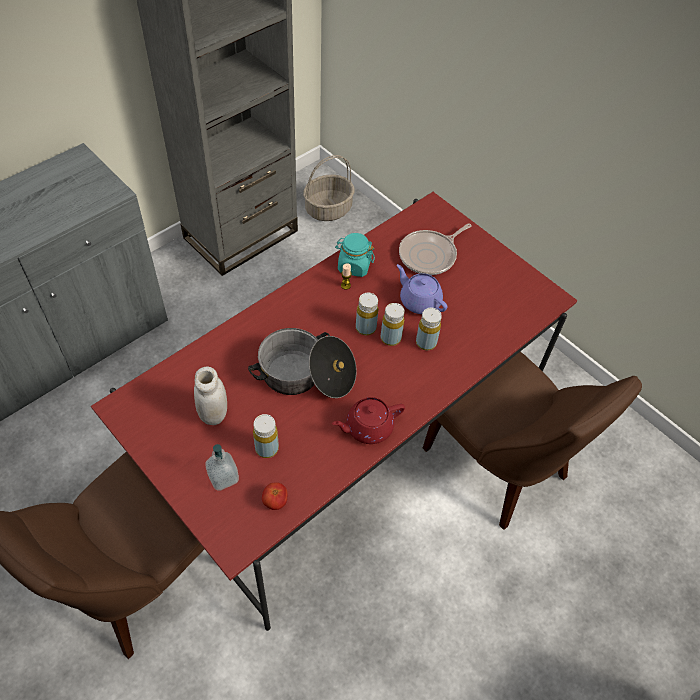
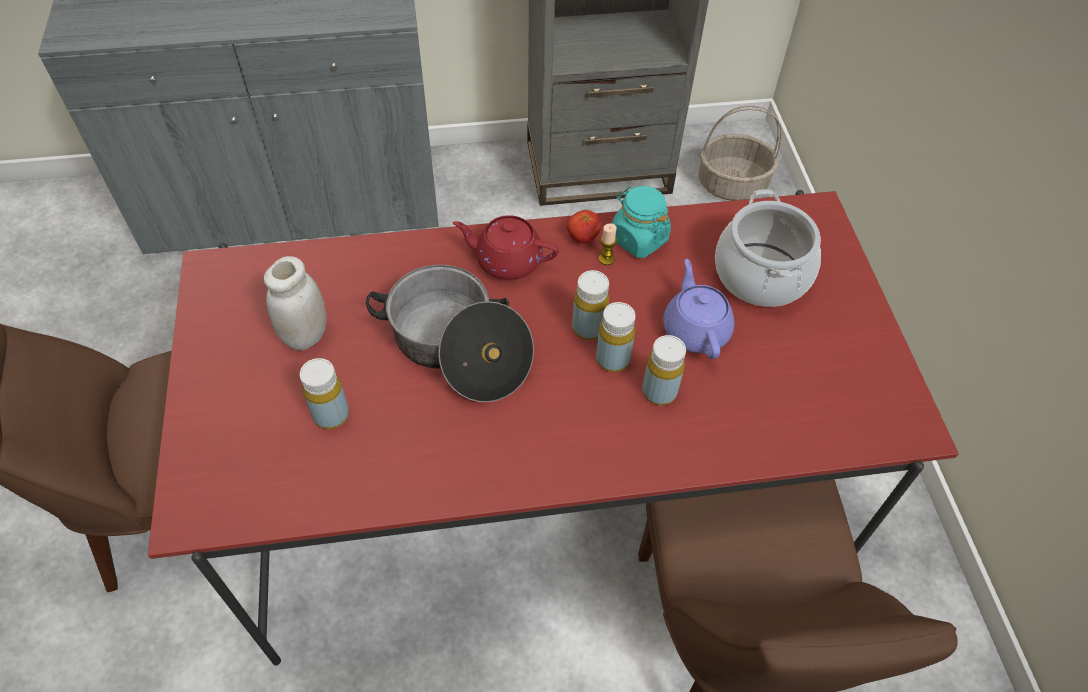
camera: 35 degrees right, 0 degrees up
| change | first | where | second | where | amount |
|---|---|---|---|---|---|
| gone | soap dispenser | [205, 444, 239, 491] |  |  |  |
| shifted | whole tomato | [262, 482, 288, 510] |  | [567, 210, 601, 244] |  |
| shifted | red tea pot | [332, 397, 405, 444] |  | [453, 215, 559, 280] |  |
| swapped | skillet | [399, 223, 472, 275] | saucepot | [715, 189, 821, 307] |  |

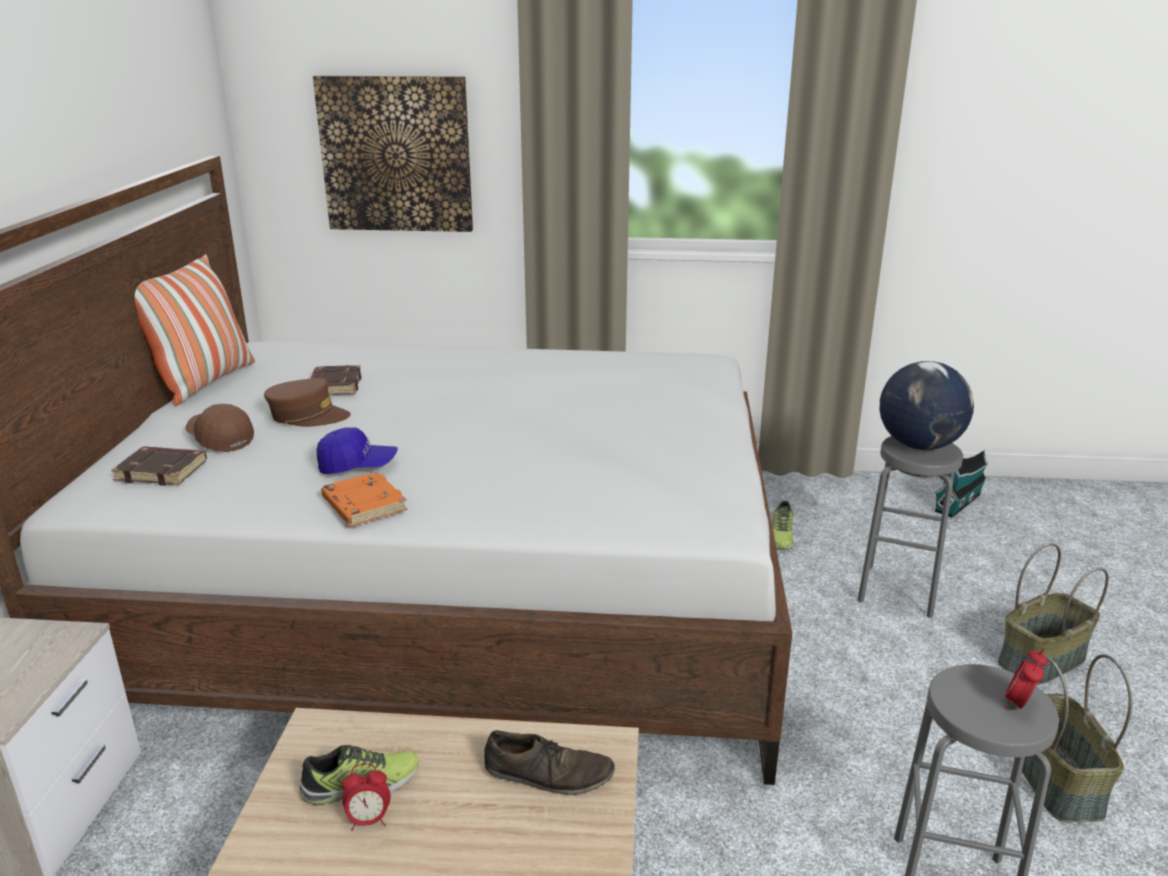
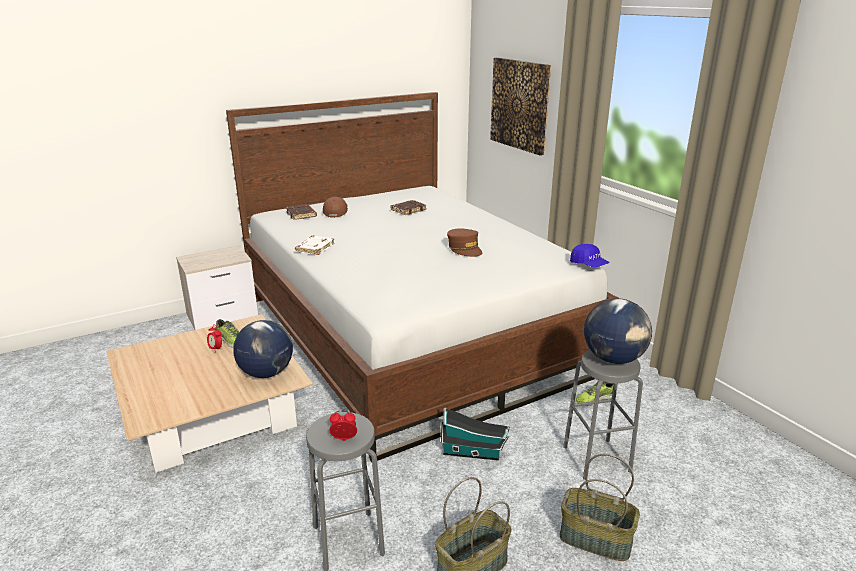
camera: 55 degrees right, 0 degrees up
| change | first | where | second | where | amount |
|---|---|---|---|---|---|
| gone | cushion | [135, 254, 255, 406] |  |  |  |
| shifted | brown-coloured peaked cap | [264, 378, 351, 427] |  | [447, 228, 482, 257] |  |
| shifted | blue peaked cap | [317, 427, 398, 474] |  | [570, 244, 610, 267] |  |
| shifted | model house | [934, 450, 988, 518] |  | [440, 408, 510, 461] |  |
| swapped | brown-coloured item of footwear | [484, 730, 615, 795] | desk globe | [233, 320, 293, 378] |  |
| repainted | orangey bound book | [321, 471, 407, 526] | white bound book | [294, 236, 335, 255] |  |

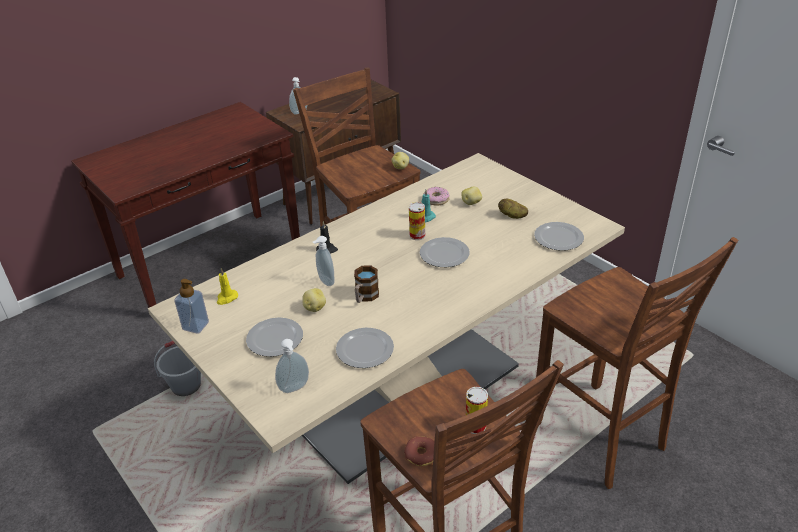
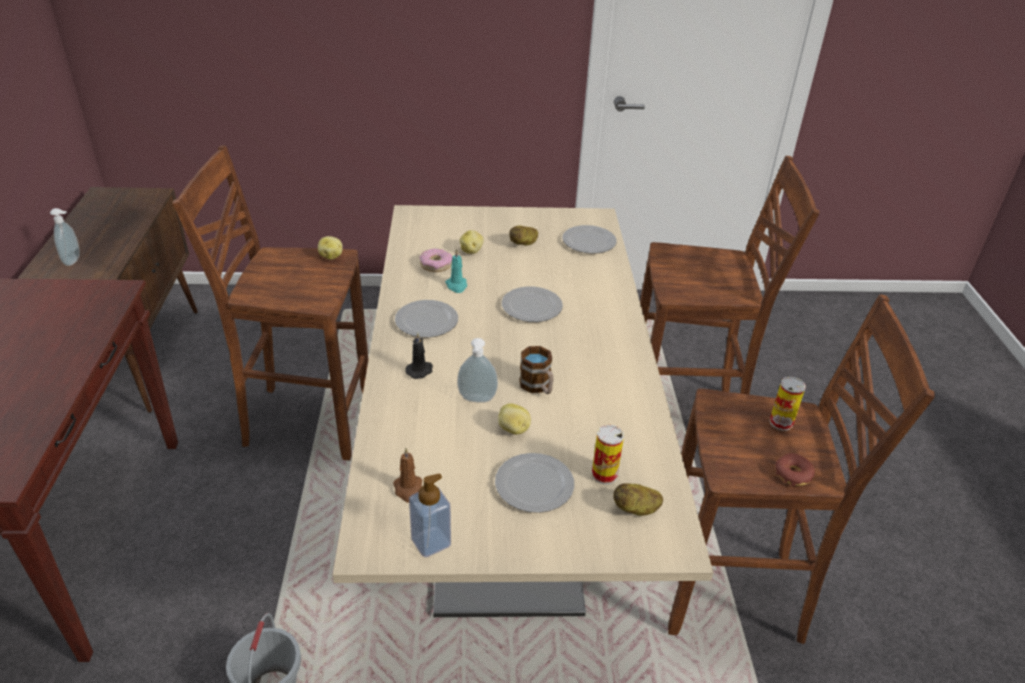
camera: 55 degrees left, 0 degrees up
| change | first | where | second | where | amount |
|---|---|---|---|---|---|
| shifted | plate | [336, 328, 394, 368] |  | [395, 300, 458, 338] |  |
| shifted | metal can | [409, 202, 425, 240] |  | [592, 425, 624, 484] |  |
| swapped | soap dispenser | [275, 339, 309, 393] | potato | [613, 483, 663, 516] |  |
| repainted | yellowish candle | [217, 268, 238, 305] | brown-coloured candle | [393, 448, 422, 503] |  |

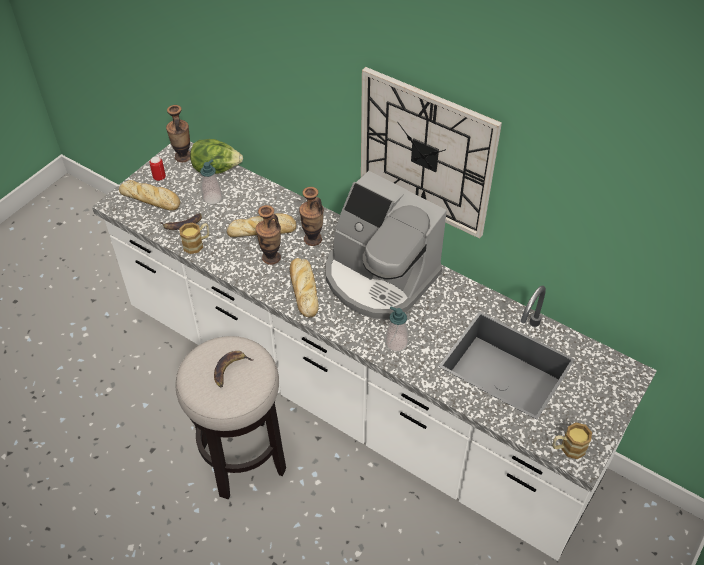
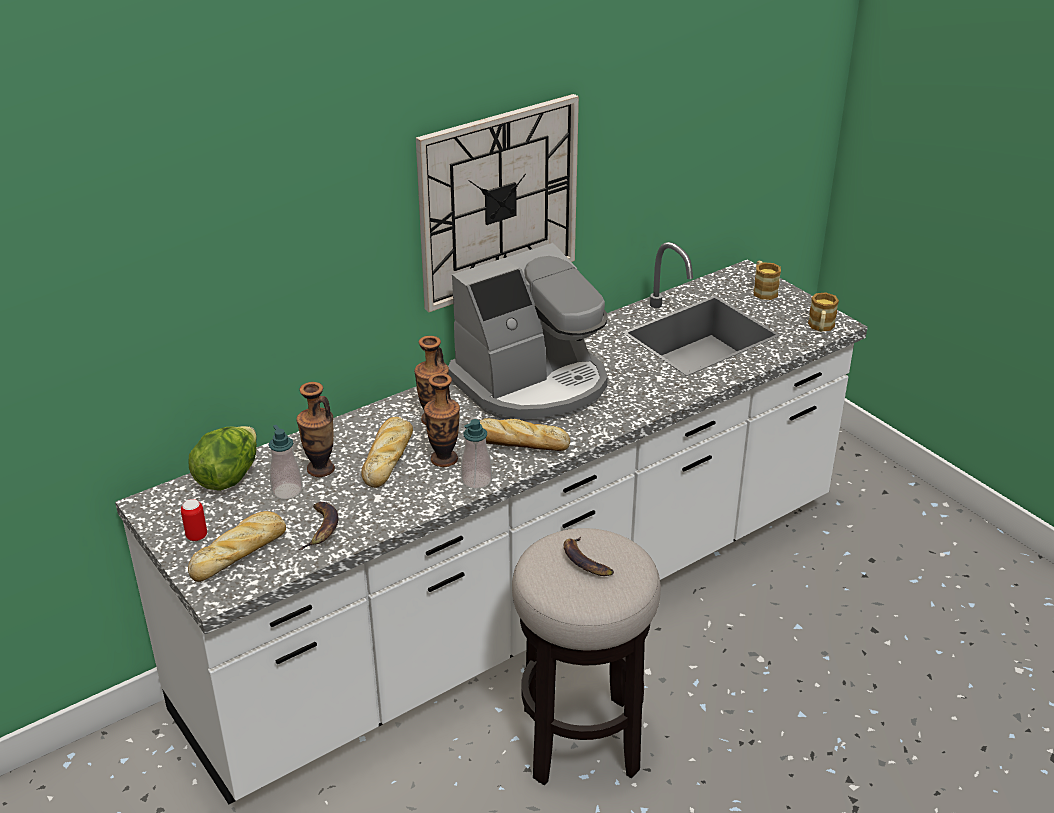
camera: 70 degrees left, 15 degrees down
| change | first | where | second | where | amount |
|---|---|---|---|---|---|
| shifted | vase | [166, 105, 190, 162] |  | [297, 382, 335, 477] |  |
| shifted | mug | [179, 222, 209, 254] |  | [754, 261, 781, 300] |  |
| shifted | soap dispenser | [385, 306, 408, 352] |  | [461, 419, 492, 489] |  |

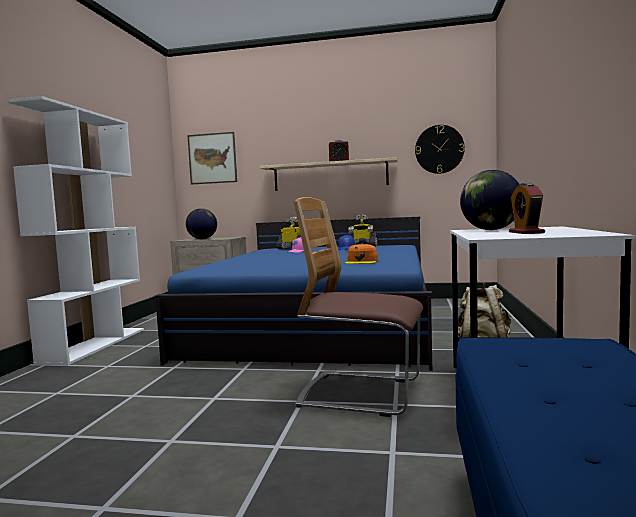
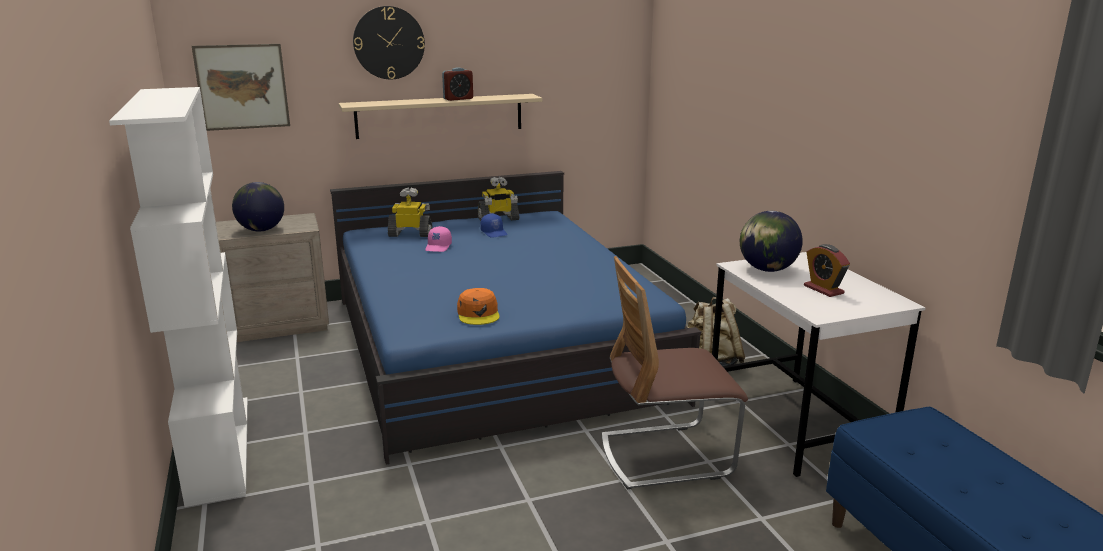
camera: 30 degrees left, 15 degrees up
| change | first | where | second | where | amount |
|---|---|---|---|---|---|
| shifted | orangey peaked cap | [345, 244, 378, 264] |  | [457, 288, 500, 325] |  |
| shifted | wall clock | [415, 125, 465, 174] |  | [353, 6, 425, 79] |  |

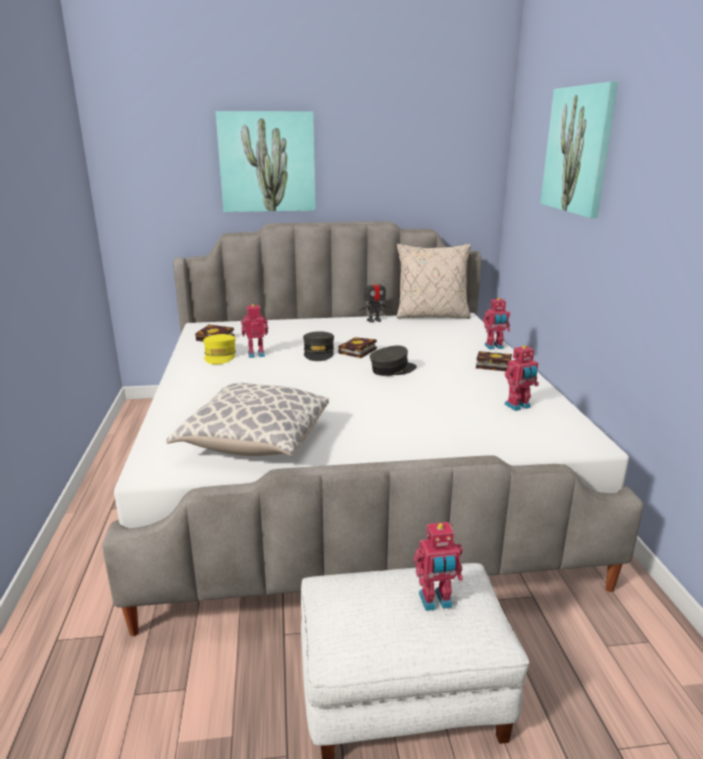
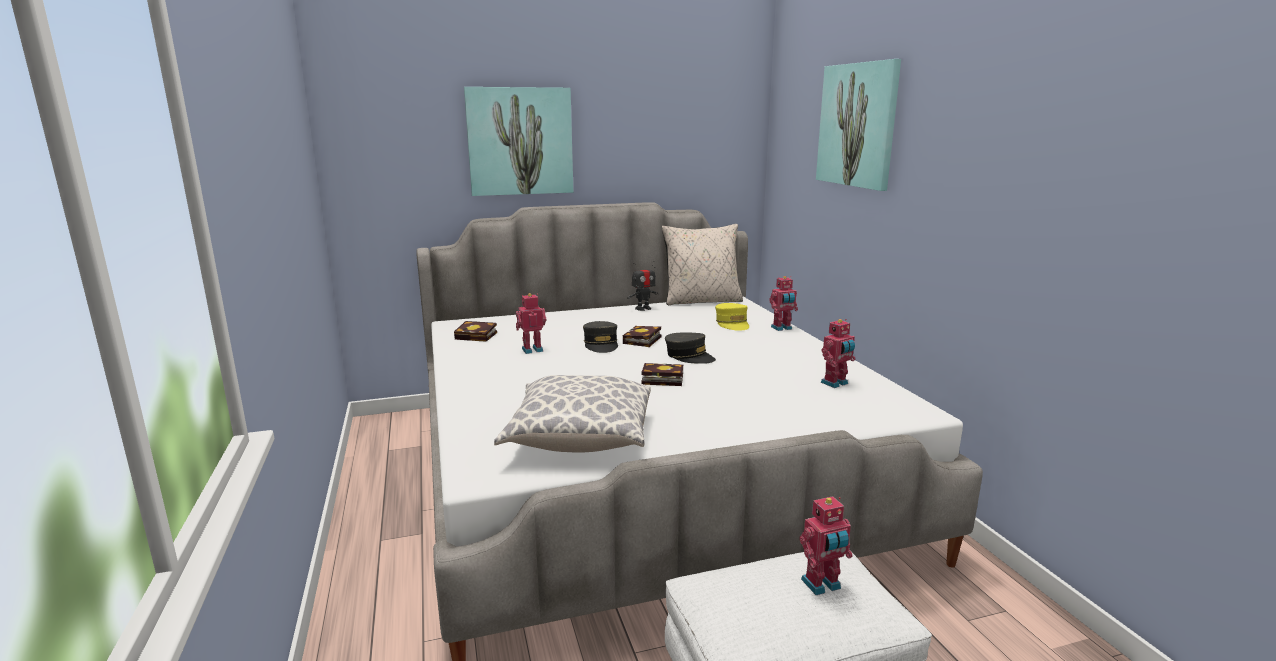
camera: 10 degrees left, 5 degrees down
| change | first | where | second | where | amount |
|---|---|---|---|---|---|
| shifted | yellowish peaked cap | [203, 334, 236, 365] |  | [715, 303, 749, 331] |  |
| shifted | bound book | [476, 351, 512, 371] |  | [641, 363, 683, 386] |  |
| rotated | greyish peaked cap | [370, 346, 417, 376] |  | [665, 332, 716, 364] | 75 degrees clockwise |

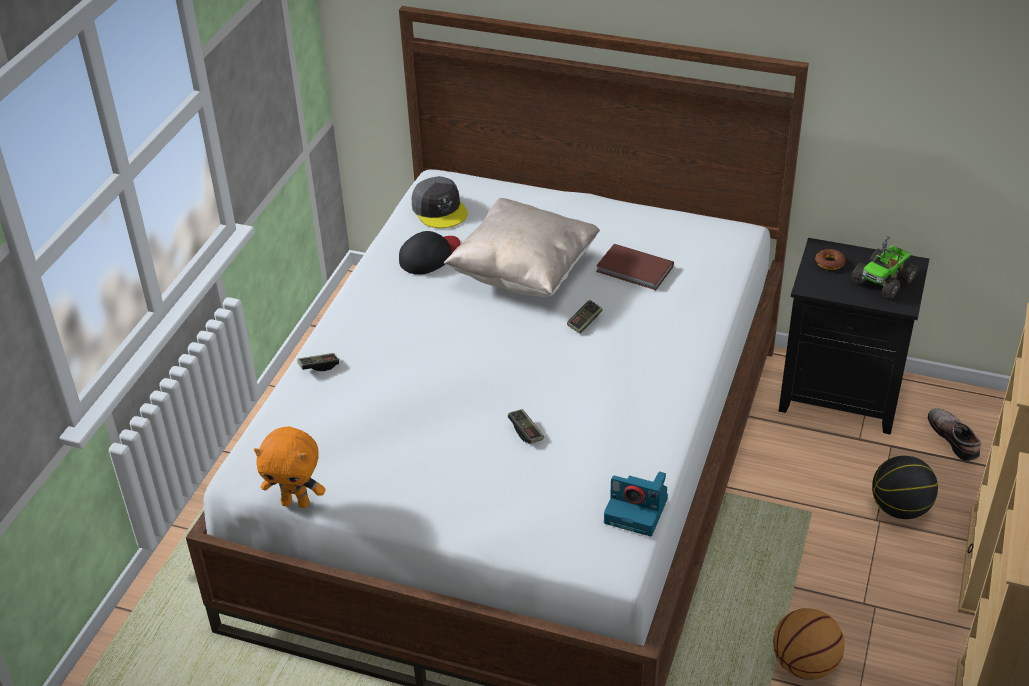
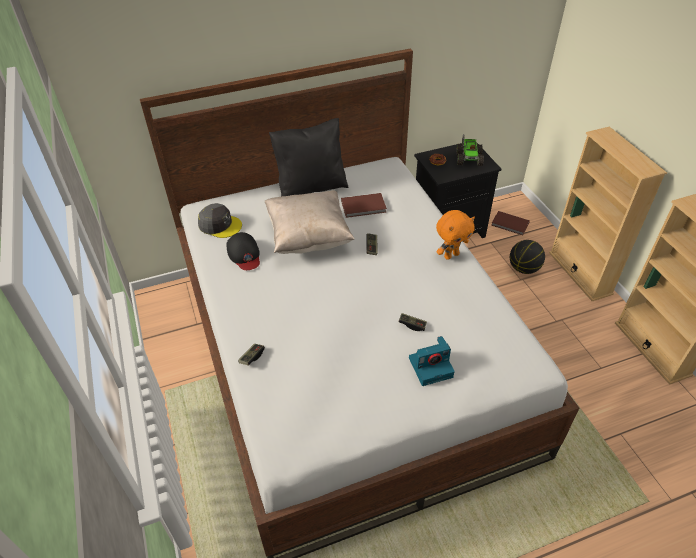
camera: 40 degrees left, 5 degrees up
| change | first | where | second | where | amount |
|---|---|---|---|---|---|
| gone | ball for basketball | [773, 608, 844, 679] |  |  |  |
| new |  |  | black cushion | [269, 118, 349, 196] |  |
| shifted | orangey cuddly toy | [254, 427, 325, 508] |  | [436, 210, 475, 260] |  |
| shifted | photo camera | [604, 472, 668, 536] |  | [409, 336, 455, 386] |  |
| swapped | item of footwear | [928, 408, 981, 461] | brown-coloured bound book | [491, 211, 530, 235] |  |
| rotated | black peaked cap | [399, 231, 460, 275] |  | [227, 232, 260, 270] | 150 degrees clockwise |

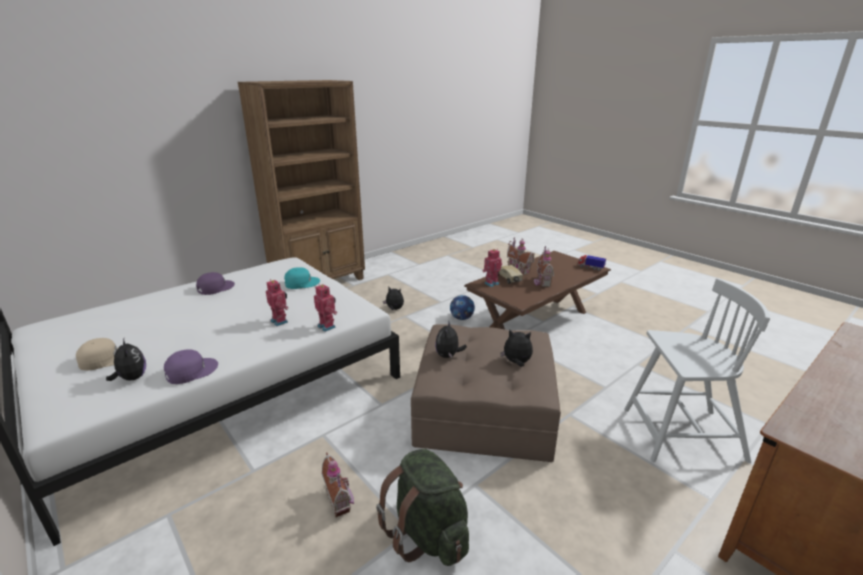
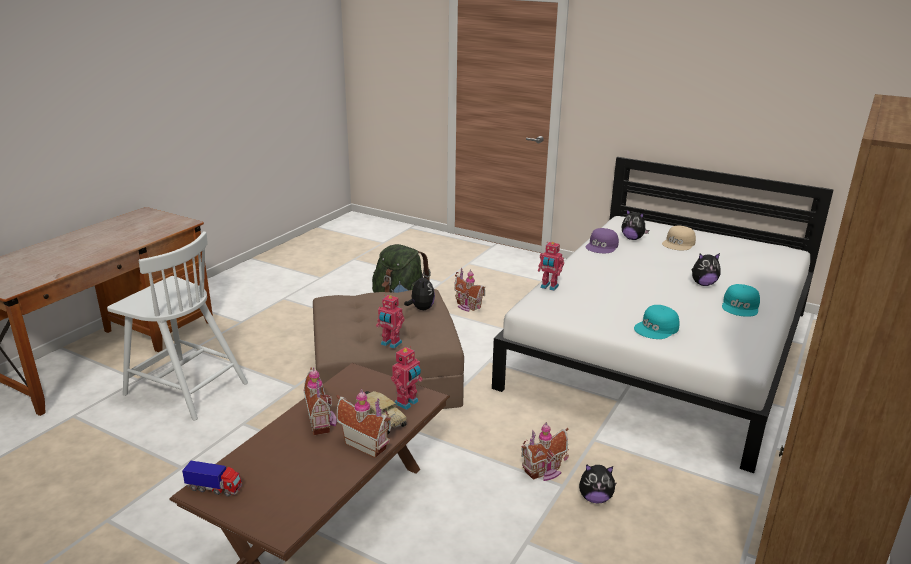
camera: 160 degrees right, 0 degrees up
| change | first | where | second | where | amount |
|---|---|---|---|---|---|
| gone | ball for football | [450, 295, 475, 320] |  |  |  |
| new |  |  | model house | [521, 422, 569, 481] |  |
| shifted | toy robot | [266, 279, 289, 327] |  | [376, 295, 405, 349] |  |
| shifted | cuddly toy | [500, 329, 533, 367] |  | [692, 253, 721, 286] |  |
| repainted | purple peaked cap | [196, 272, 235, 295] | turquoise peaked cap | [722, 284, 760, 317] |  |
| rotated | white chair | [624, 278, 770, 463] |  | [107, 232, 248, 421] | 135 degrees counterclockwise |

